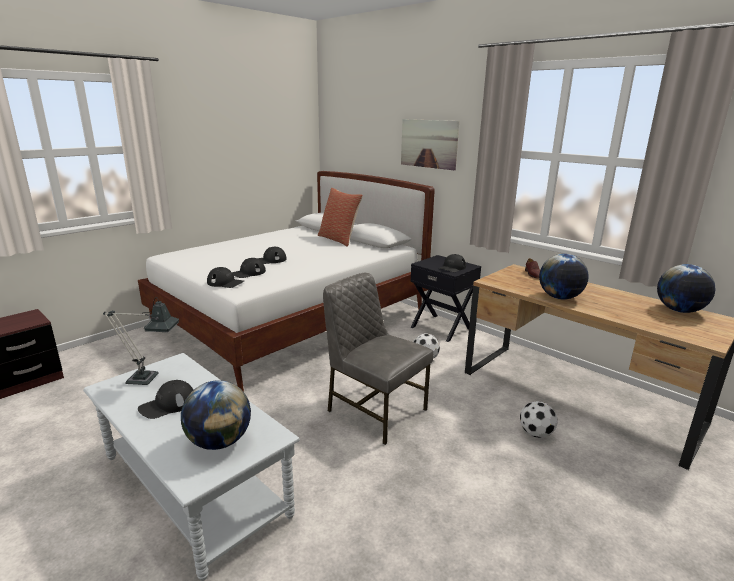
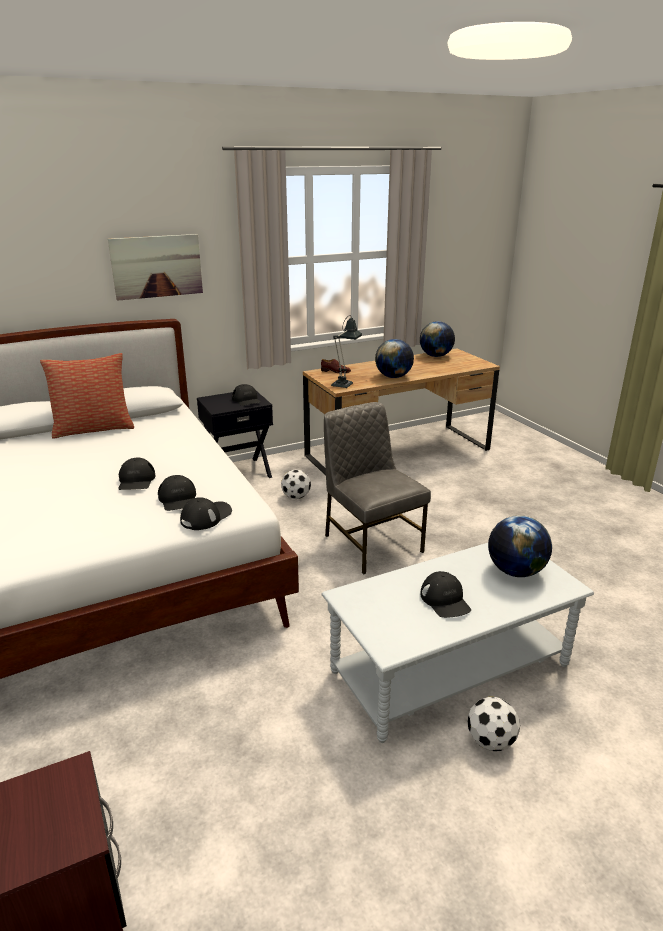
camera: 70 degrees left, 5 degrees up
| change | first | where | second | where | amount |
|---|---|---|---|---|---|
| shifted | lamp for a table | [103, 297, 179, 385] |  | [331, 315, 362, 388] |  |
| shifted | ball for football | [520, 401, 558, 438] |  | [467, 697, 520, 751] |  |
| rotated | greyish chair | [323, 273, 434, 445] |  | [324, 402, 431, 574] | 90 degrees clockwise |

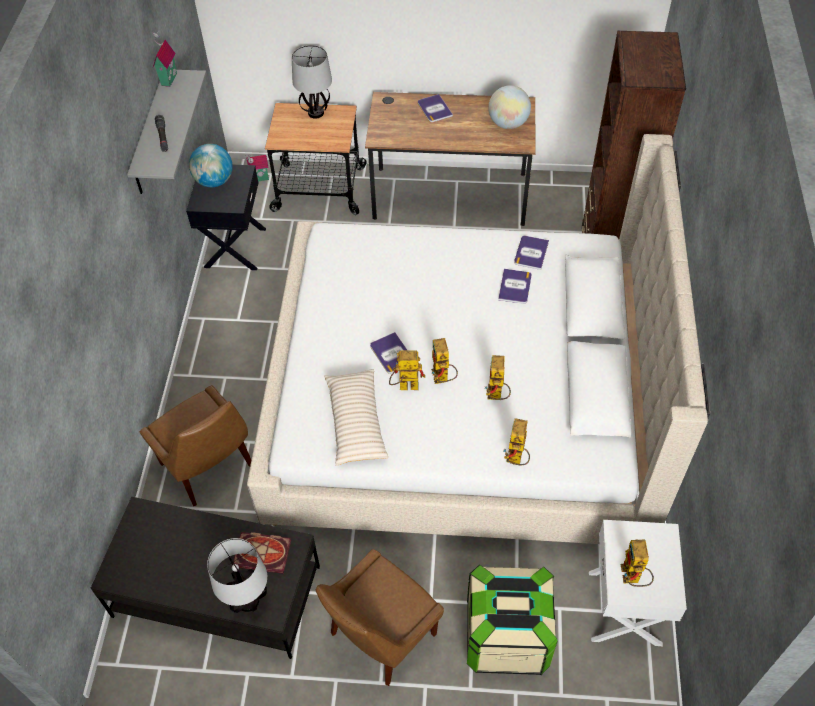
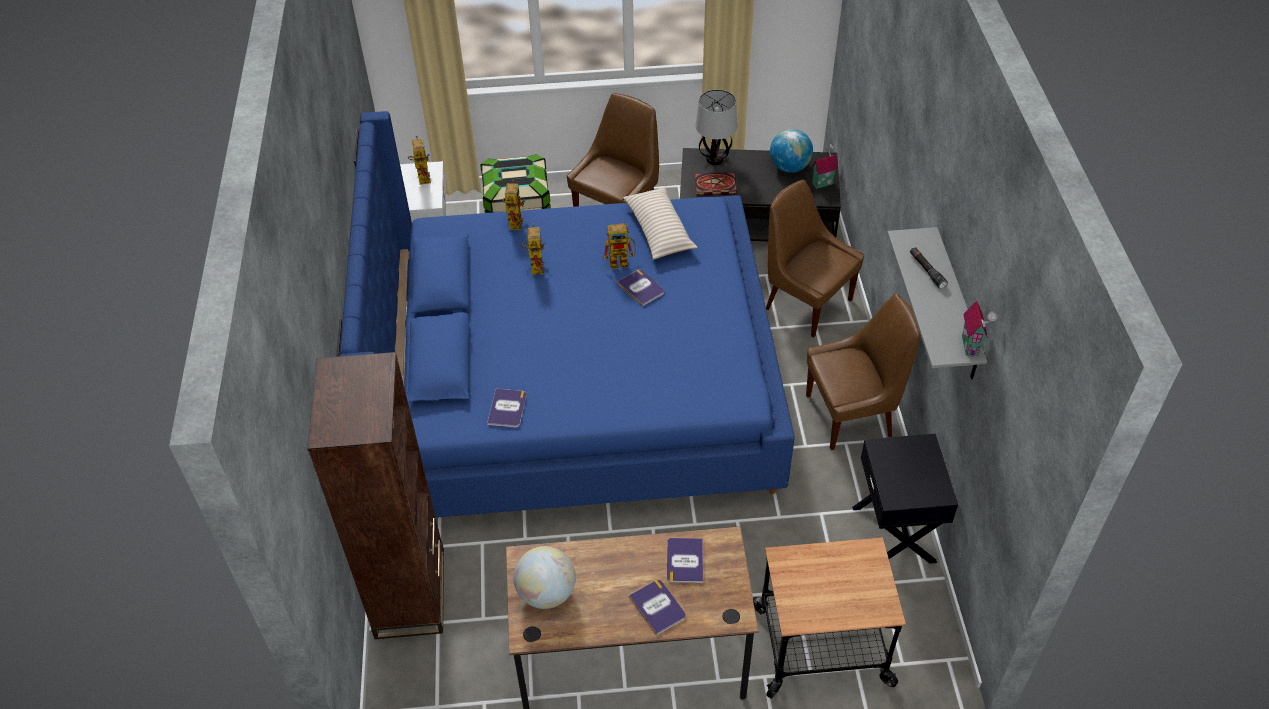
camera: 170 degrees right, 5 degrees down
| change | first | where | second | where | amount |
|---|---|---|---|---|---|
| gone | lamp for a table | [292, 45, 332, 119] |  |  |  |
| gone | toy robot | [431, 338, 458, 384] |  |  |  |
| new |  |  | brown-coloured chair | [806, 294, 921, 450] |  |
| shifted | desk globe | [189, 144, 233, 187] |  | [770, 129, 813, 173] |  |
| shifted | model house | [245, 154, 269, 181] |  | [812, 143, 838, 189] |  |
| shifted | bound book | [498, 269, 531, 304] |  | [667, 538, 703, 583] |  |
| repainted | sand-coloured bedroom bed | [247, 134, 710, 544] | blue bedroom bed | [336, 111, 795, 518] |  |

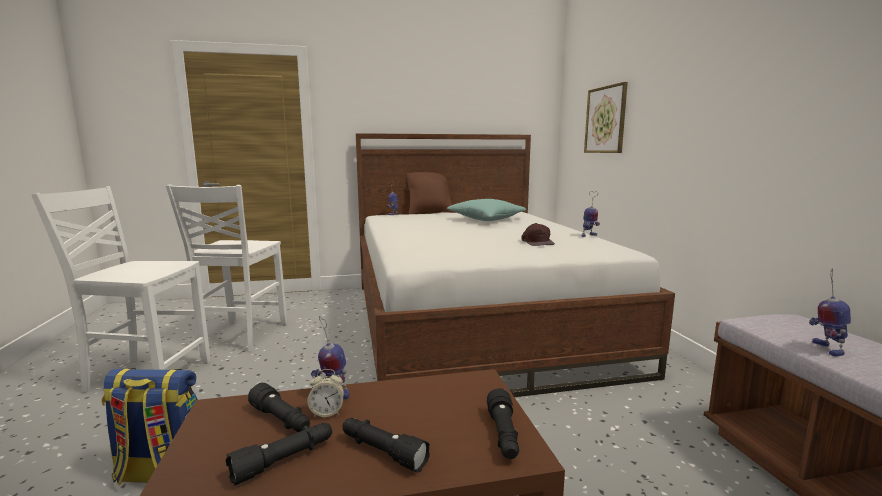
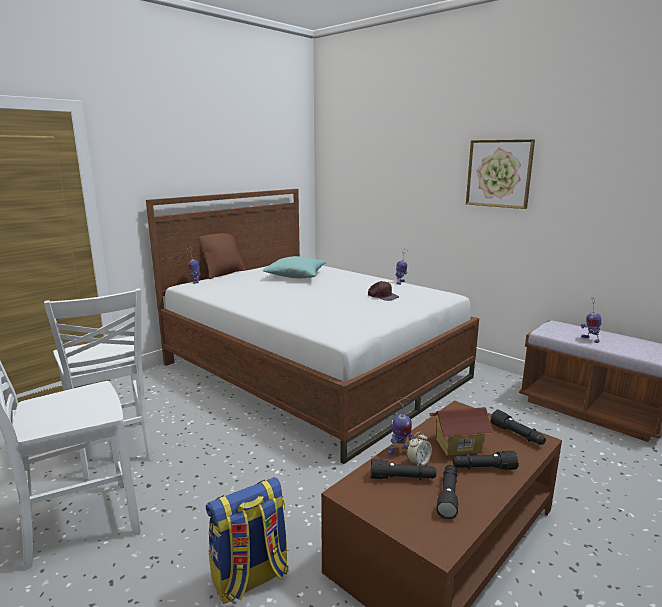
camera: 35 degrees left, 5 degrees up
| change | first | where | second | where | amount |
|---|---|---|---|---|---|
| new |  |  | model house | [429, 407, 494, 456] |  |
| shifted | picture | [584, 82, 628, 153] |  | [466, 139, 535, 209] |  |

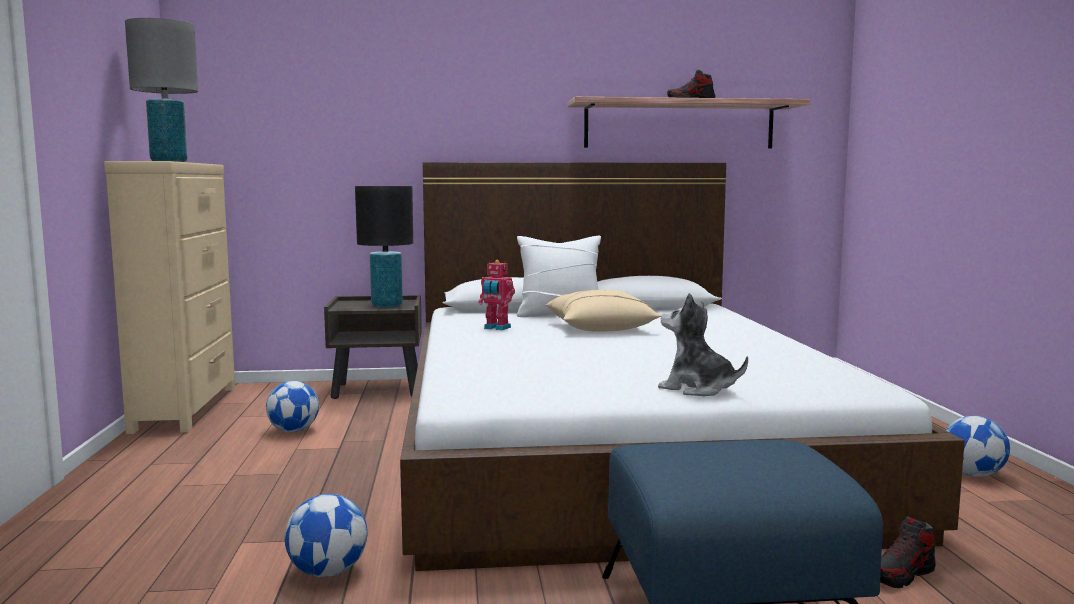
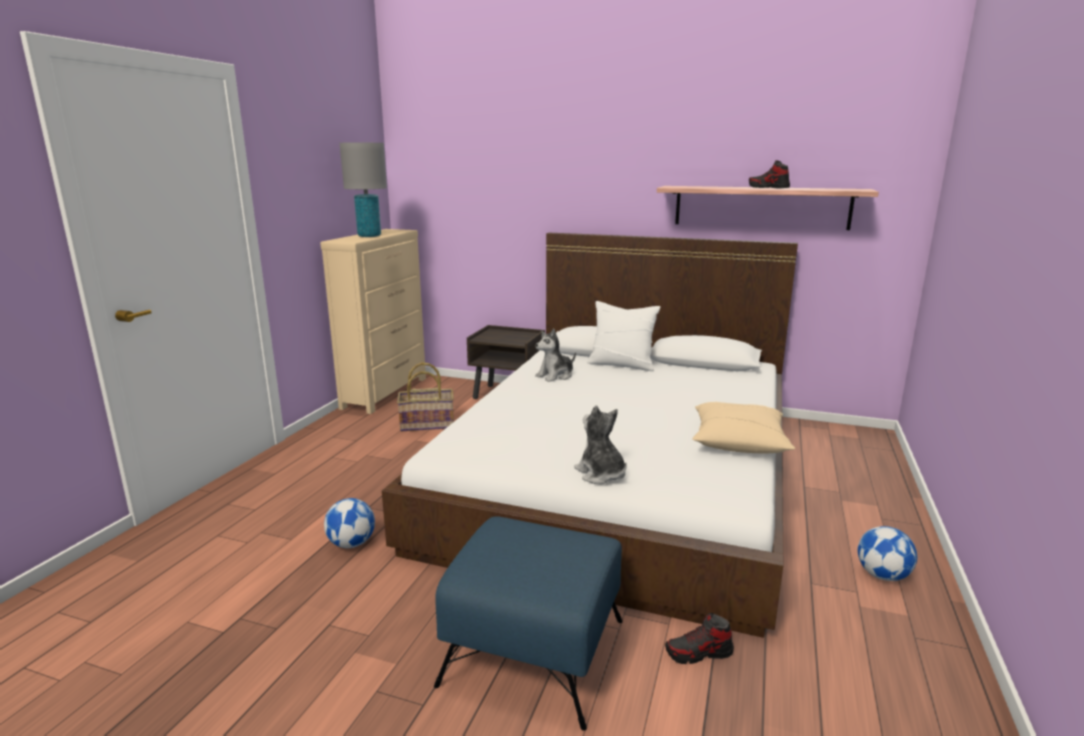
camera: 25 degrees right, 10 degrees up
| change | first | where | second | where | amount |
|---|---|---|---|---|---|
| gone | black lamp for a table | [355, 186, 413, 308] |  |  |  |
| shifted | sand-coloured cushion | [545, 290, 662, 332] |  | [692, 402, 795, 453] |  |
| swapped | ball for football | [266, 381, 319, 432] | storage basket | [397, 362, 454, 431] |  |
| swapped | toy robot | [478, 260, 515, 330] | cuddly toy | [535, 328, 576, 382] |  |

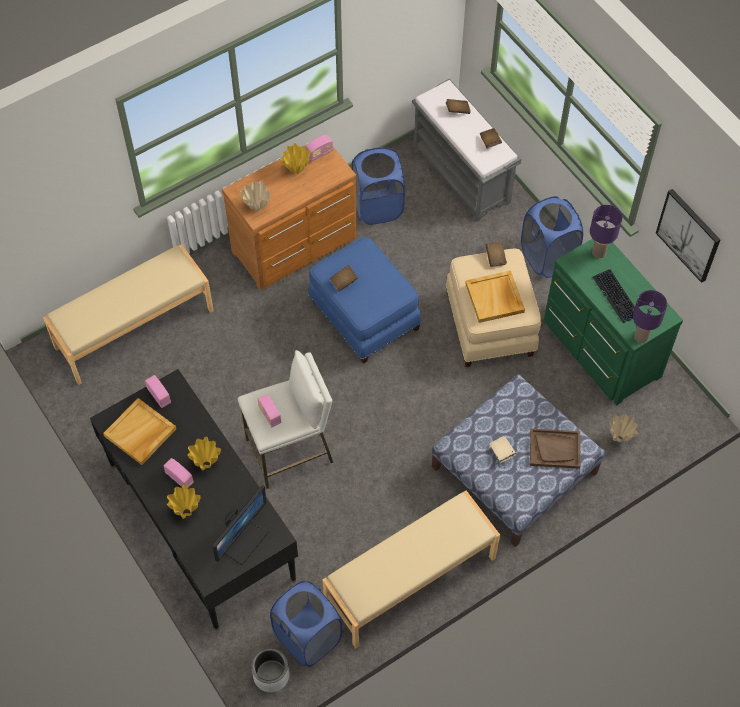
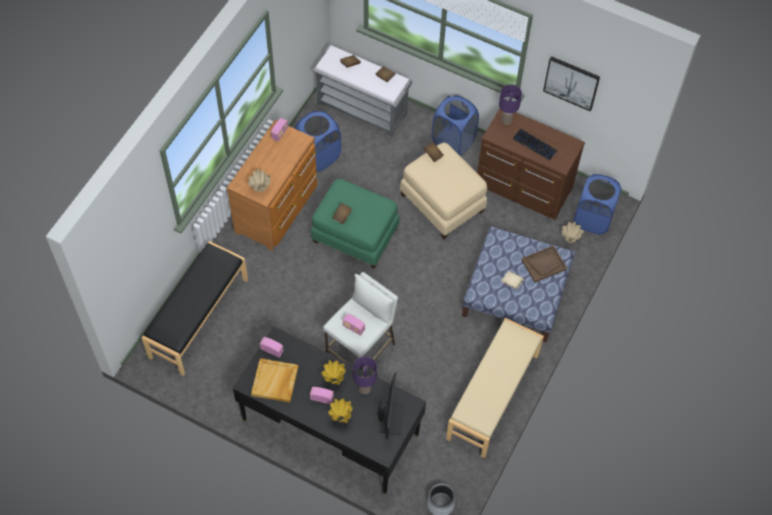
camera: 30 degrees left, 0 degrees up
| change | first | where | second | where | amount |
|---|---|---|---|---|---|
| gone | yellowish vase | [280, 143, 311, 174] |  |  |  |
| gone | sand-coloured carrying tray | [465, 271, 525, 323] |  |  |  |
| shifted | blue hamper | [270, 581, 342, 667] |  | [574, 174, 622, 234] |  |
| shifted | purple lamp for a table | [633, 290, 667, 343] |  | [353, 356, 377, 394] |  |
| repainted | sand-coloured long seat | [43, 244, 214, 385] | black long seat | [142, 241, 248, 376] |  |
| repainted | blue ottoman | [309, 237, 421, 364] | green-coloured ottoman | [311, 179, 400, 269] |  |
| repainted | green-coloured chest of drawers | [544, 238, 683, 405] | brown-coloured chest of drawers | [477, 109, 585, 220] |  |

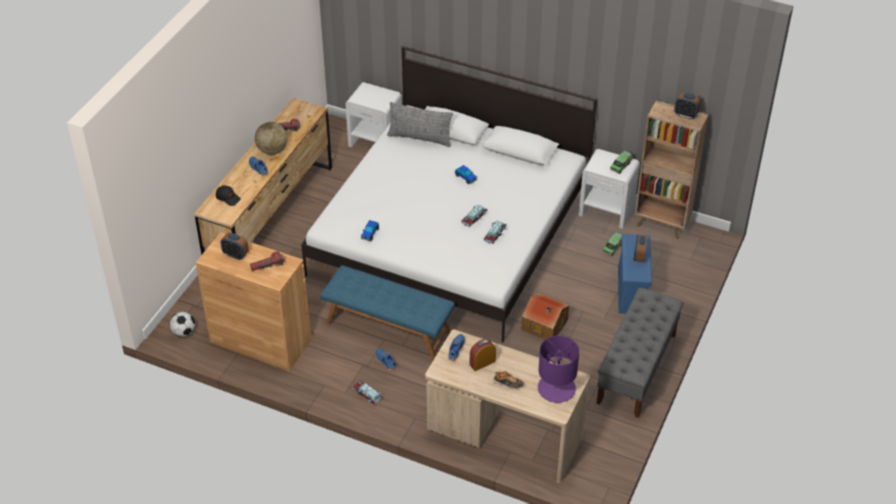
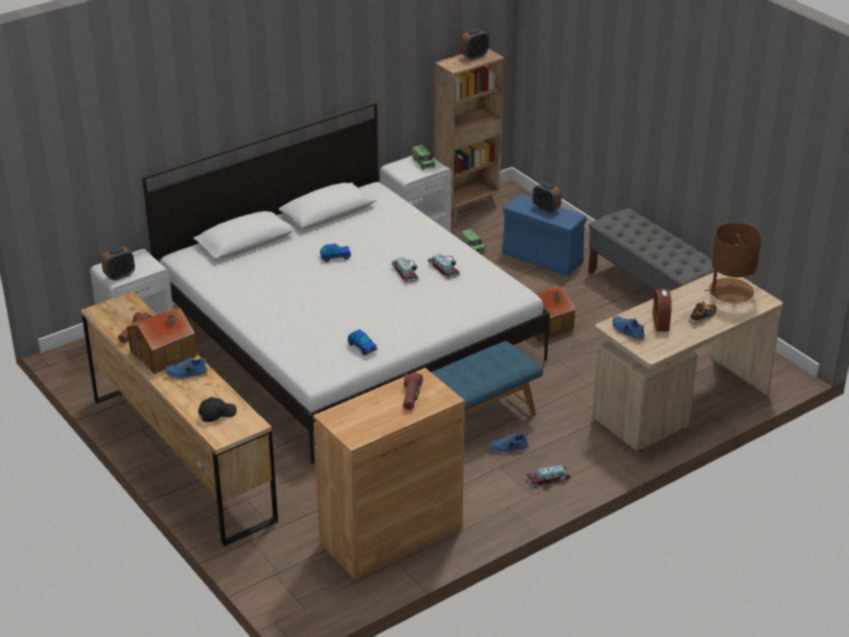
camera: 60 degrees left, 10 degrees down
| change | first | where | second | where | amount |
|---|---|---|---|---|---|
| gone | ball for football | [170, 312, 195, 337] |  |  |  |
| gone | greyish cushion | [387, 102, 453, 147] |  |  |  |
| shifted | bedside clock | [221, 232, 249, 260] |  | [101, 246, 135, 281] |  |
| swapped | desk globe | [255, 122, 288, 155] | model house | [127, 308, 197, 374] |  |
| repainted | purple lamp for a table | [538, 336, 579, 403] | brown-coloured lamp for a table | [704, 223, 761, 303] |  |

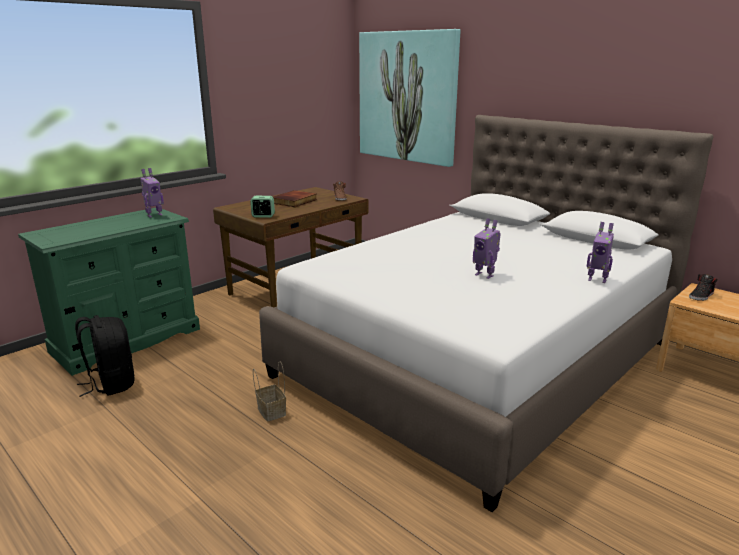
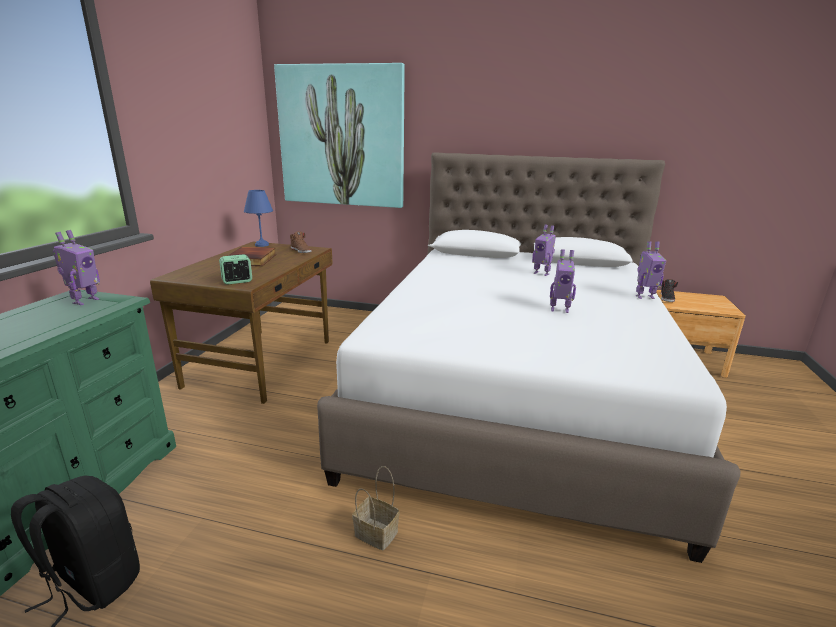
camera: 30 degrees left, 0 degrees up
| change | first | where | second | where | amount |
|---|---|---|---|---|---|
| new |  |  | blue lamp for a table | [244, 190, 273, 247] |  |
| new |  |  | toy robot | [532, 224, 556, 276] |  |

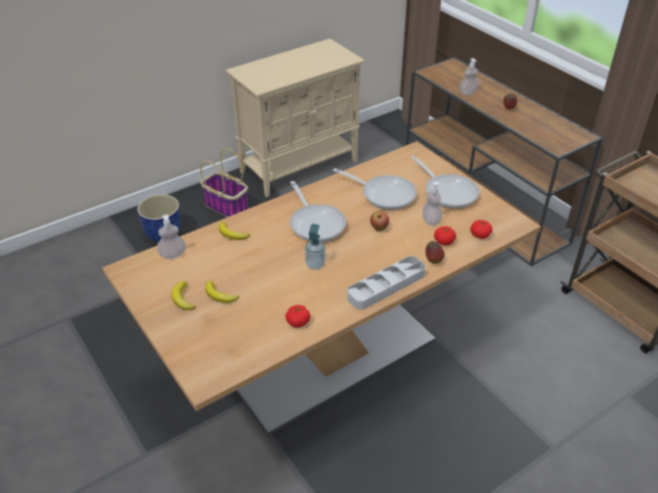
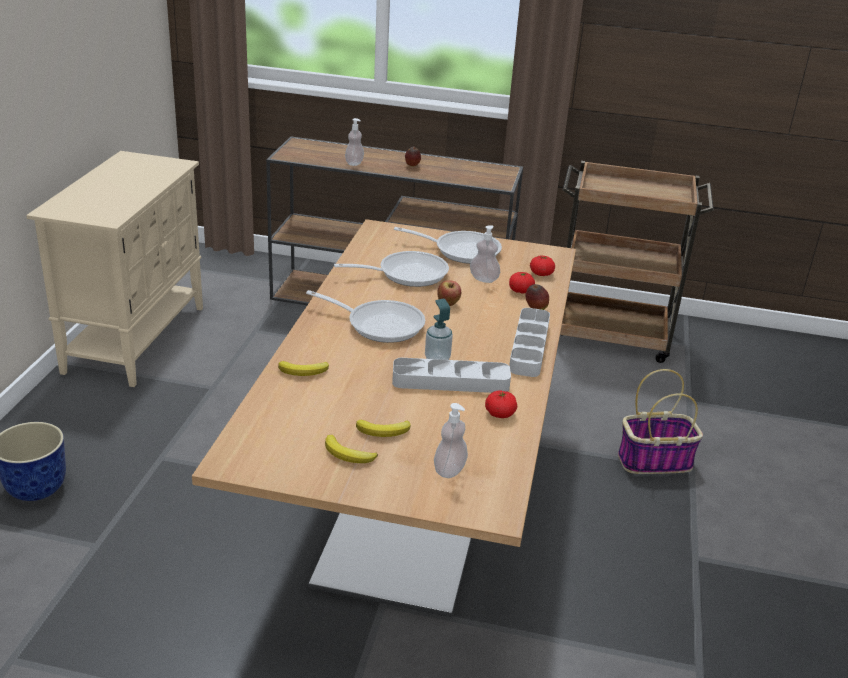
camera: 45 degrees left, 10 degrees down
| change | first | where | second | where | amount |
|---|---|---|---|---|---|
| new |  |  | greyish carrying tray | [392, 358, 511, 393] |  |
| shifted | soap dispenser | [157, 215, 186, 259] |  | [434, 403, 468, 478] |  |
| shifted | storage basket | [200, 148, 248, 217] |  | [618, 369, 703, 474] |  |

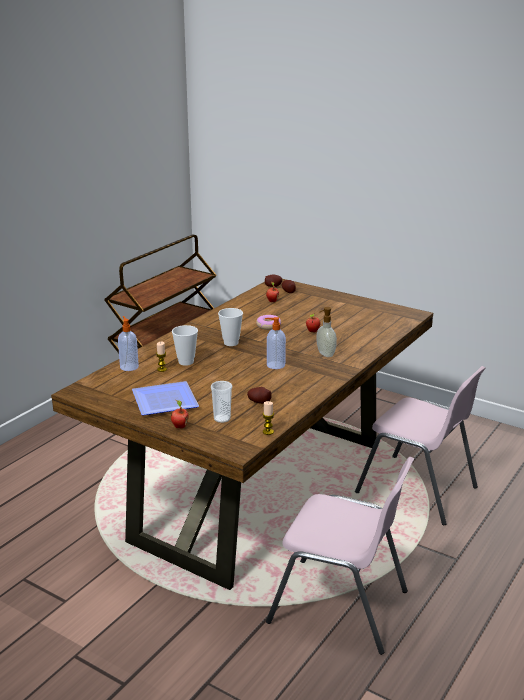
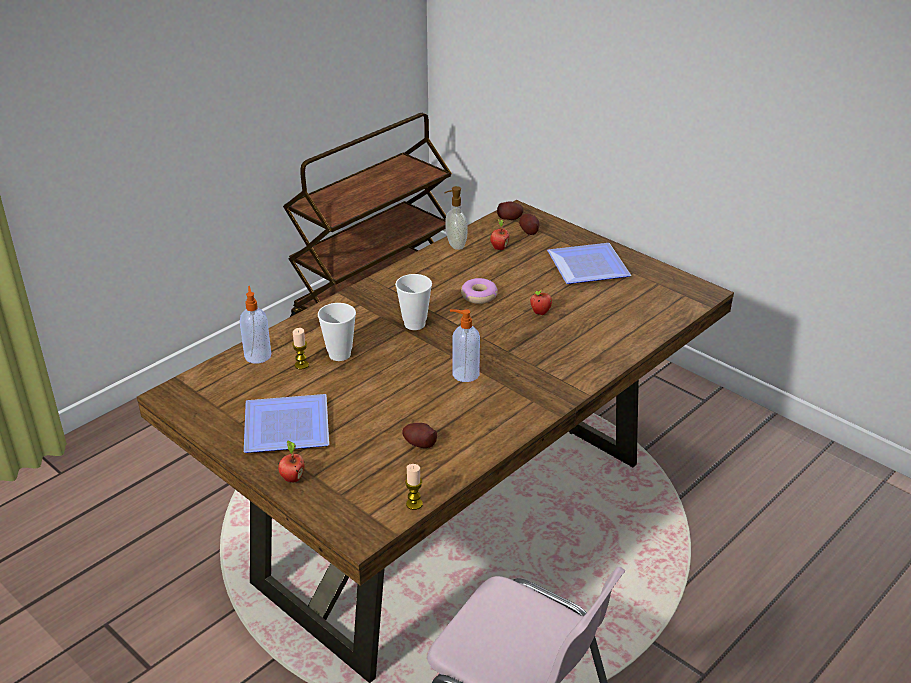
camera: 10 degrees right, 10 degrees up
| change | first | where | second | where | amount |
|---|---|---|---|---|---|
| gone | cup | [211, 381, 232, 423] |  |  |  |
| gone | pink chair | [355, 366, 486, 525] |  |  |  |
| new |  |  | plate | [547, 243, 631, 284] |  |
| shifted | soap dispenser | [316, 307, 337, 357] |  | [444, 186, 468, 250] |  |

